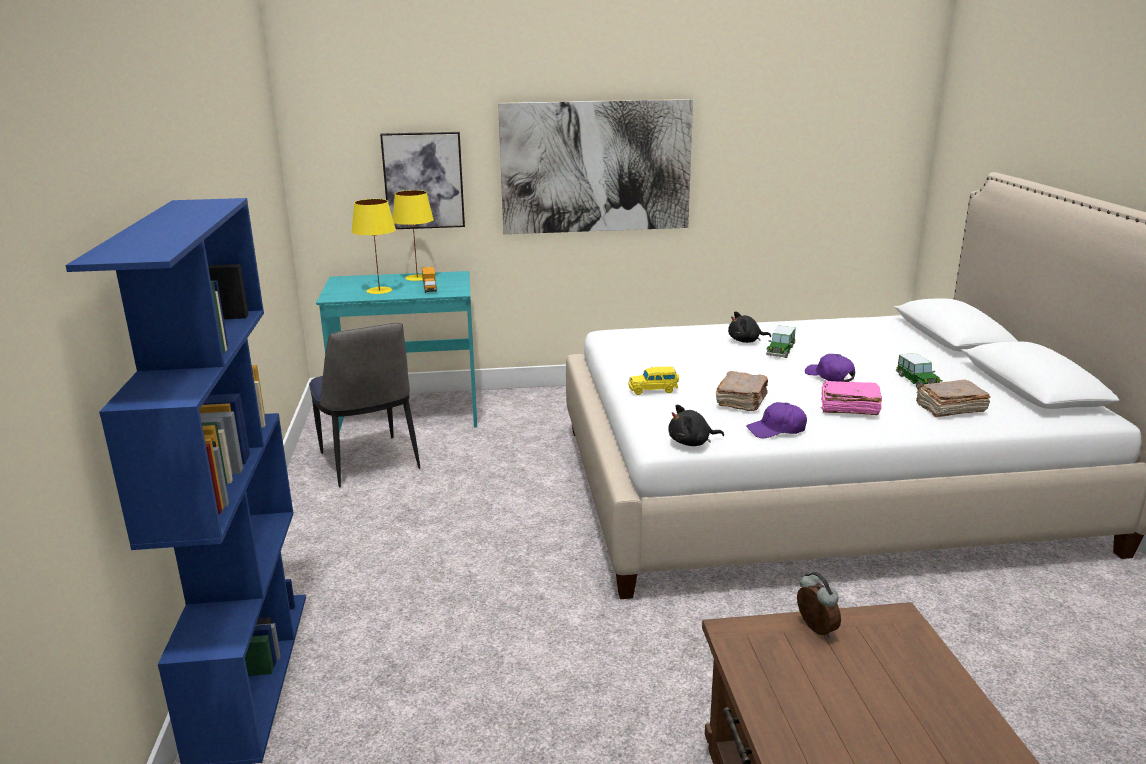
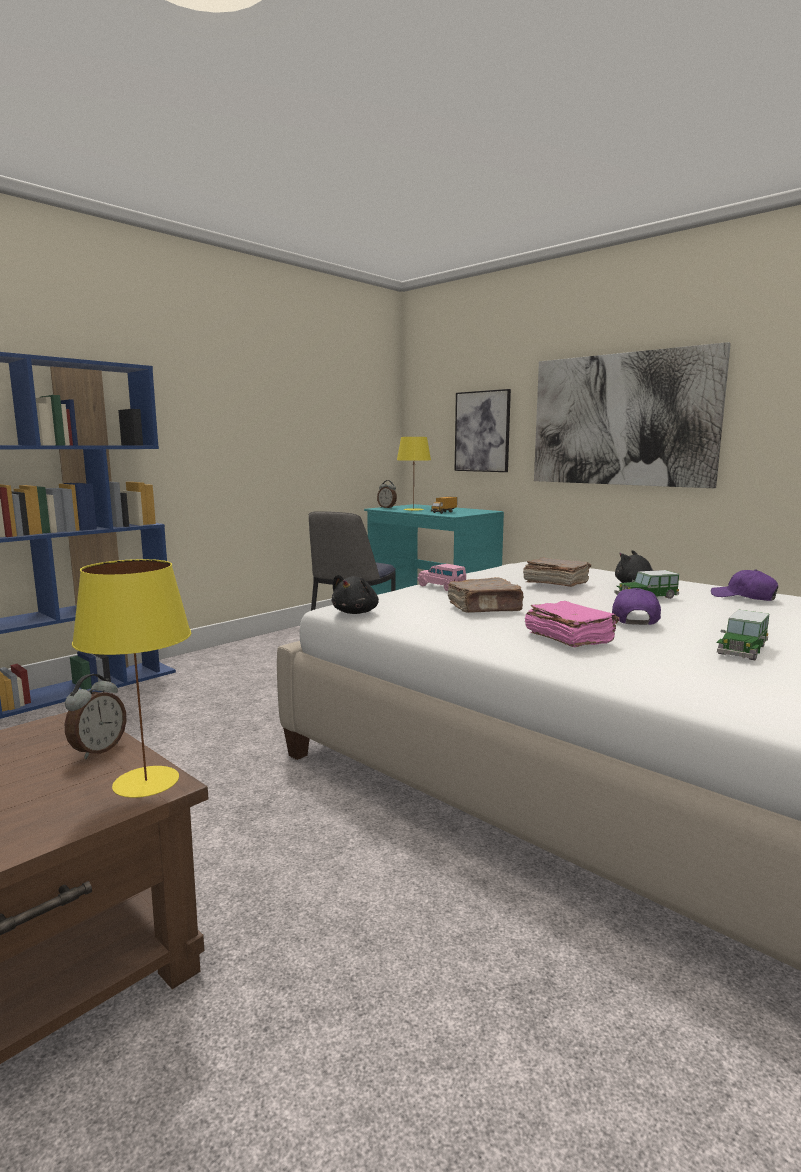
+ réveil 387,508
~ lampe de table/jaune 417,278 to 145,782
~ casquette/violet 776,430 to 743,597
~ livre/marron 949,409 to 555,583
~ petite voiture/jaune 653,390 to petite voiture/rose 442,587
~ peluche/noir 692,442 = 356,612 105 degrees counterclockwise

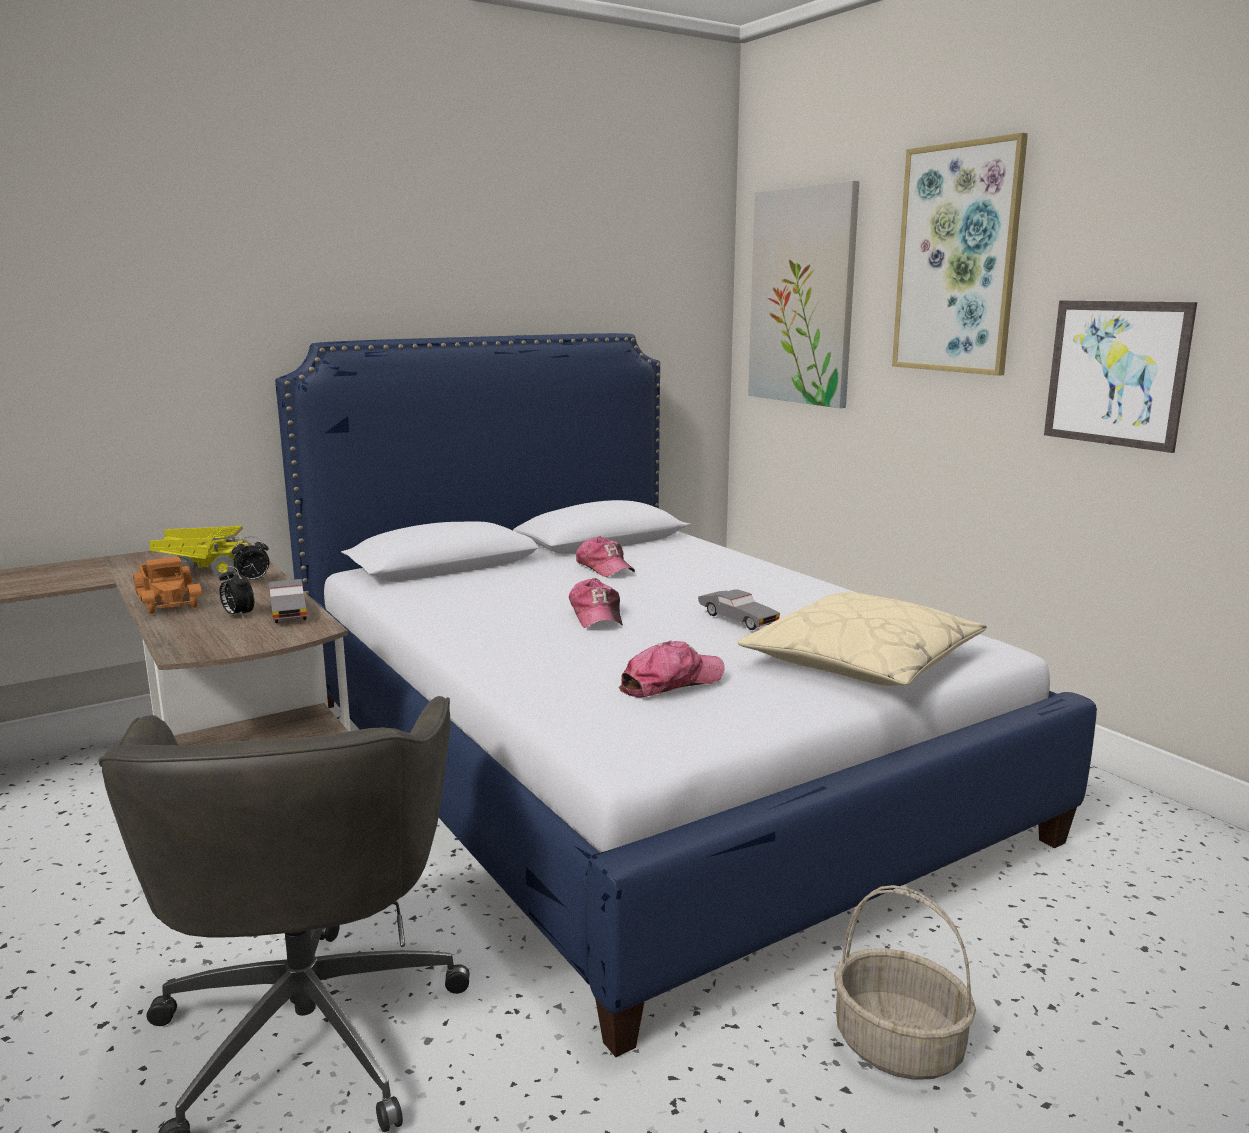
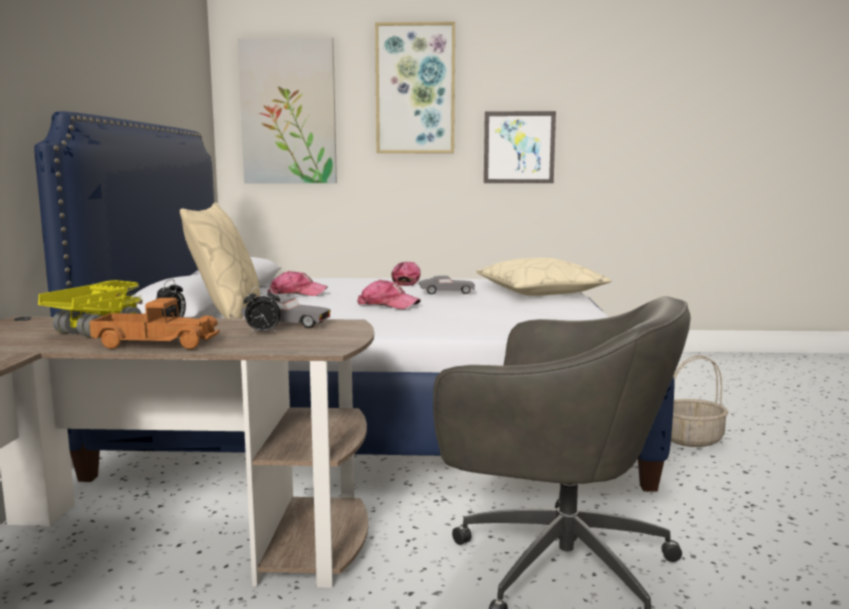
+ coussin/beige 227,316
~ casquette 671,682 to 406,281

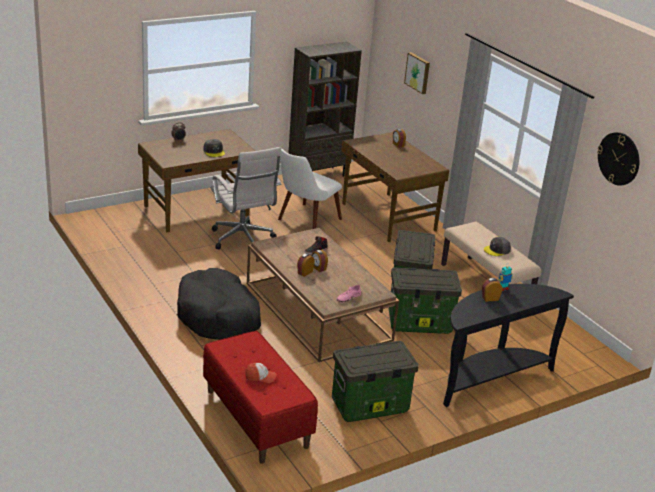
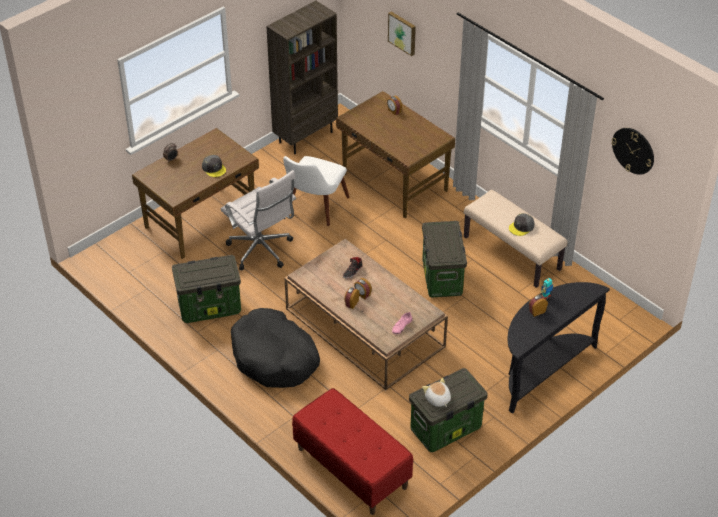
- casquette 260,377
+ peluche 437,399
~ boîte de rangement 420,323 to 210,307

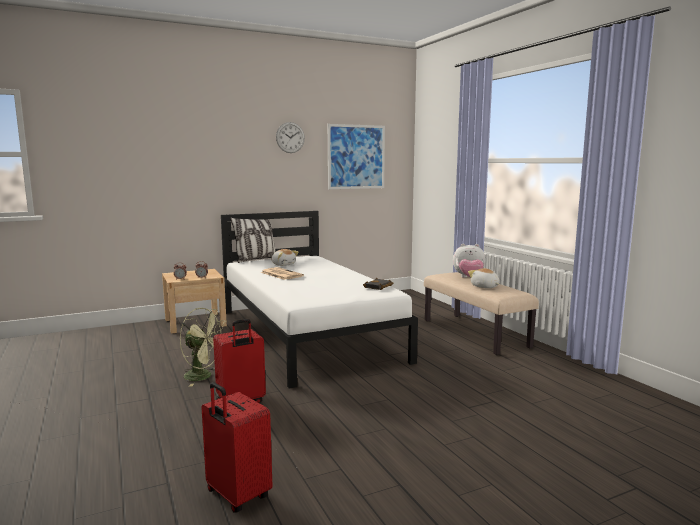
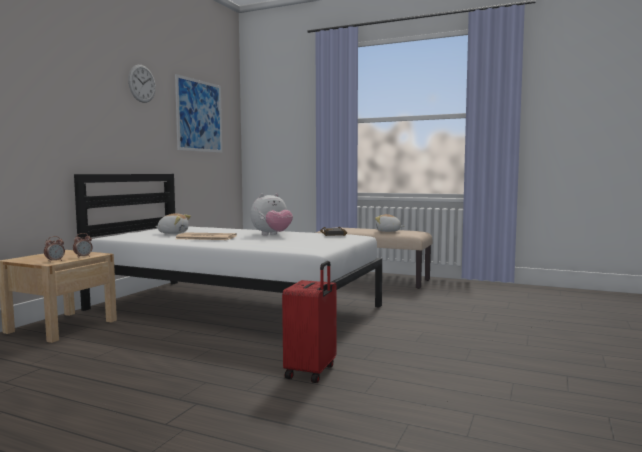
- ventilateur/vert 203,377
- valise/rouge 237,495
- coussin 255,259
~ peluche 468,278 to 272,235

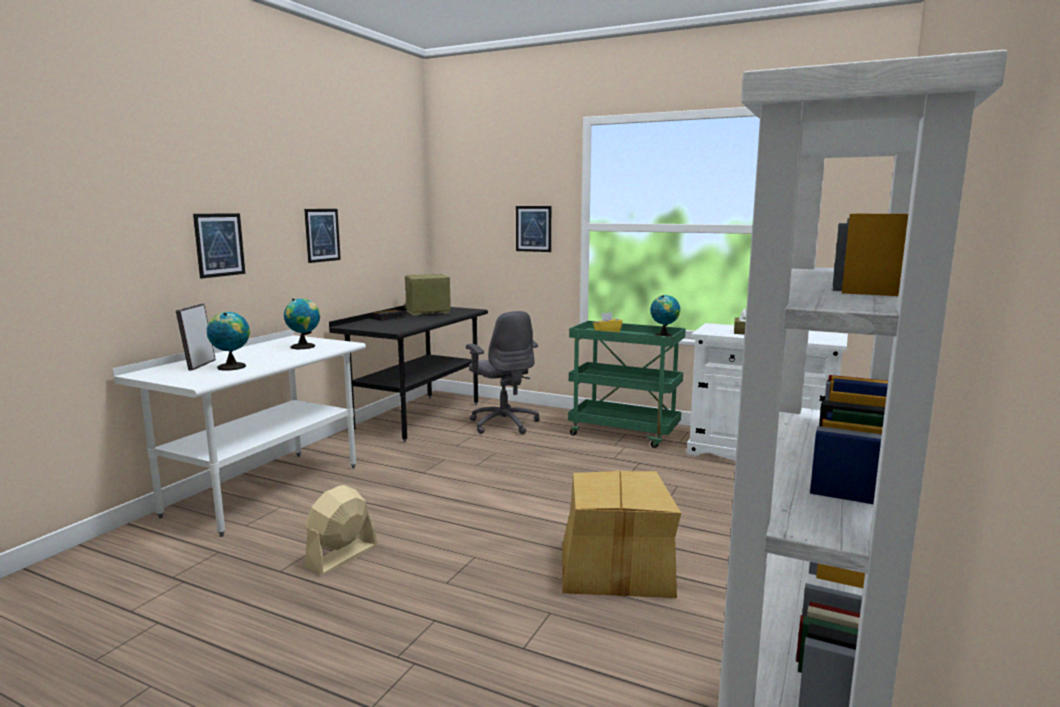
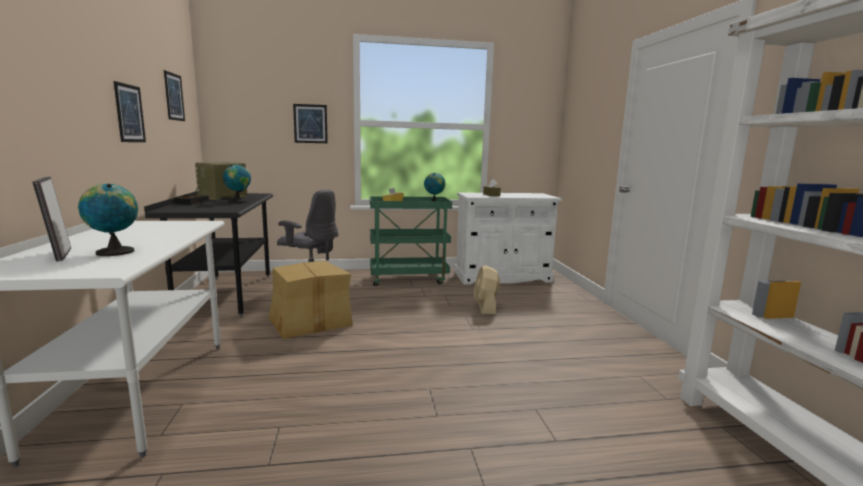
~ tableau 219,245 to 174,97
~ globe 305,346 to 239,201
~ ventilateur/beige 341,556 to 485,307
~ carton 615,568 to 309,321

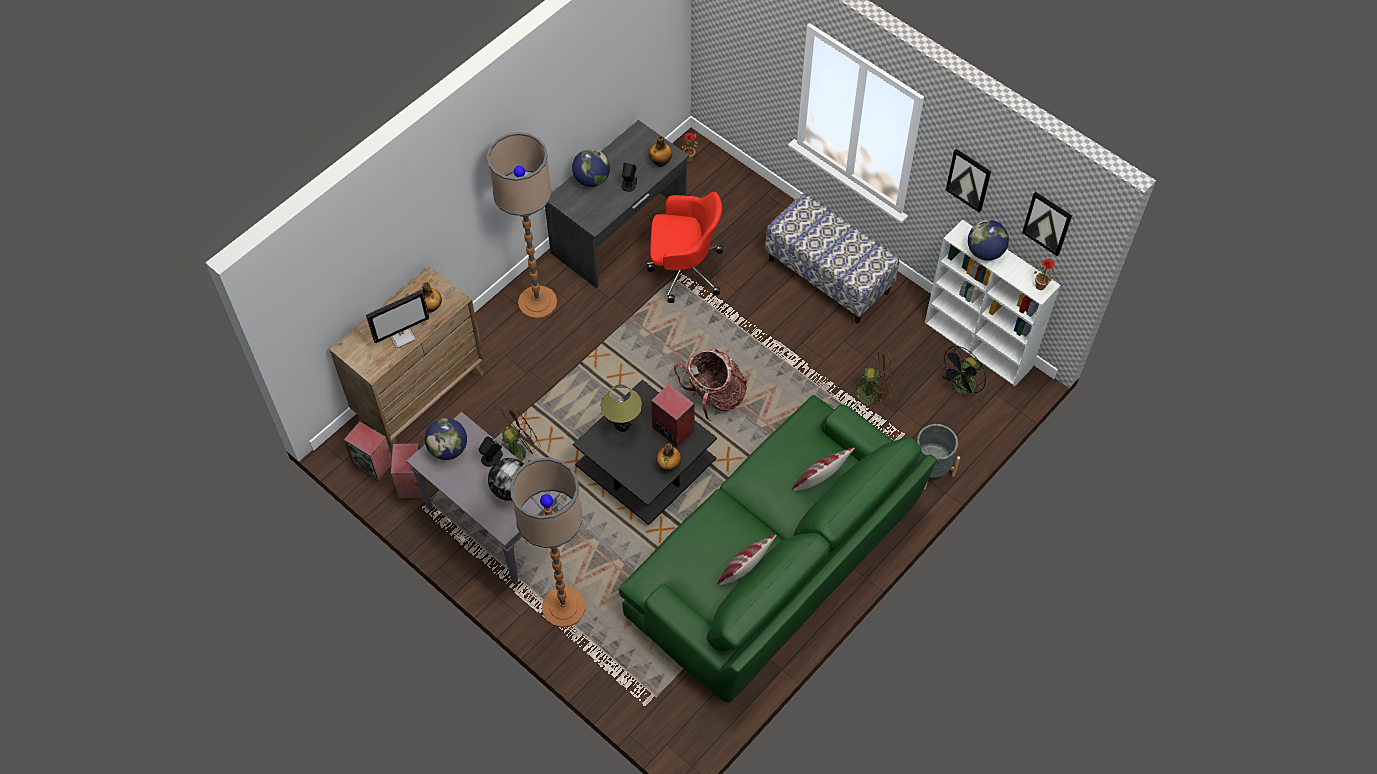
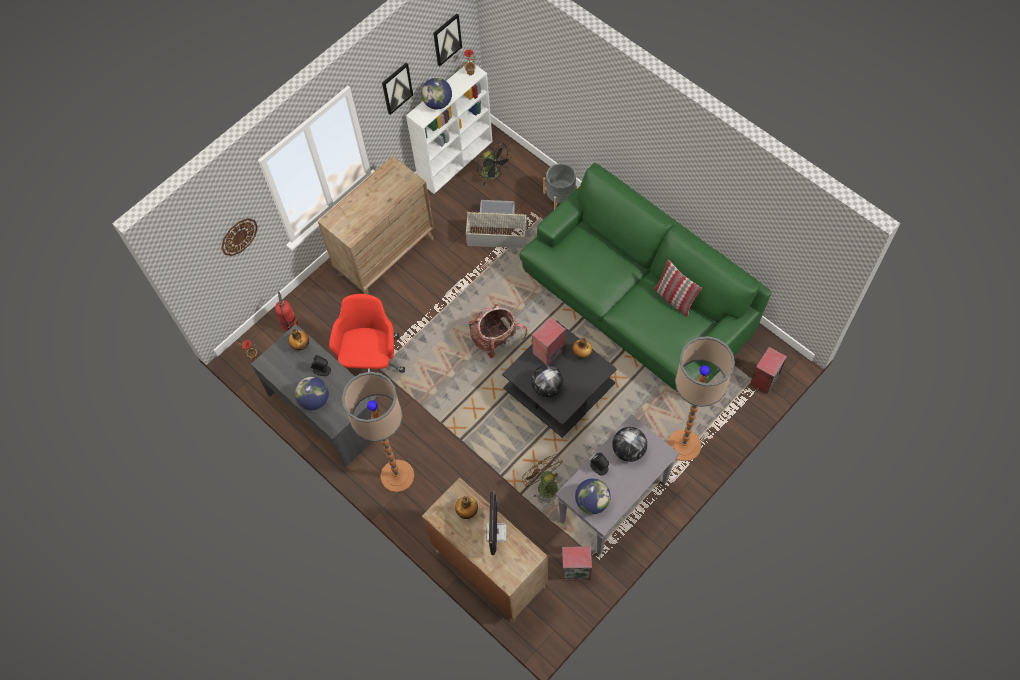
- coussin 820,480
+ horloge murale 238,236
+ extincteur 290,324
~ enceinte 374,463 to 764,378
~ lampe de table 622,427 to globe 547,387
~ banc 829,276 to commode/marron 386,256
~ ventilateur/marron 873,393 to boîte de rangement/gris 496,230
~ écran d'ordinateur 402,336 = 496,533 150 degrees counterclockwise

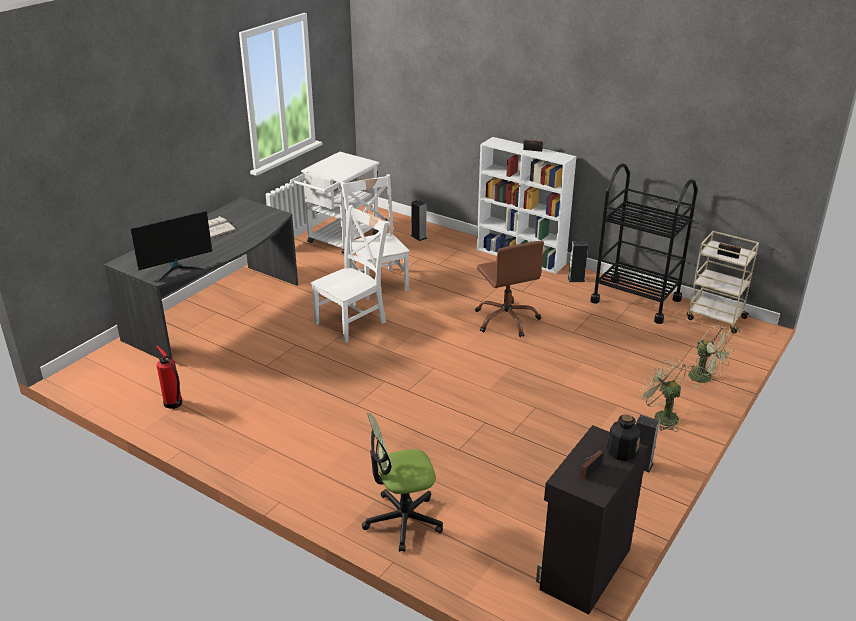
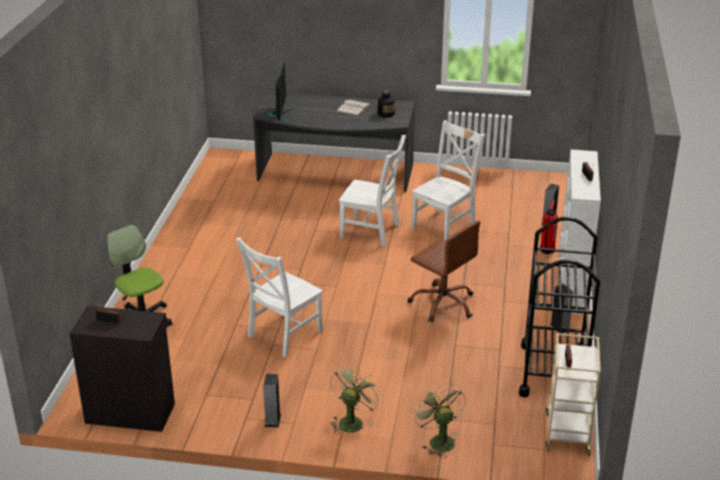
- chariot/blanc 339,240
+ chaise/blanc 283,335
~ extincteur 173,404 to 546,250
~ bouteille 621,451 to 386,113
~ écran d'ordinateur 177,269 = 281,115 120 degrees counterclockwise
~ chaise de bureau/marron 506,320 = 443,304 90 degrees counterclockwise
~ ventilateur/vert 705,378 = 438,440 135 degrees clockwise

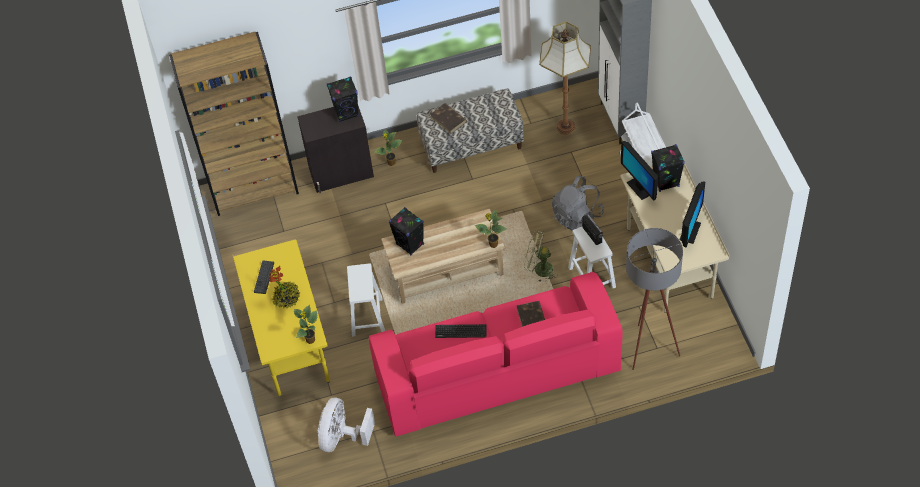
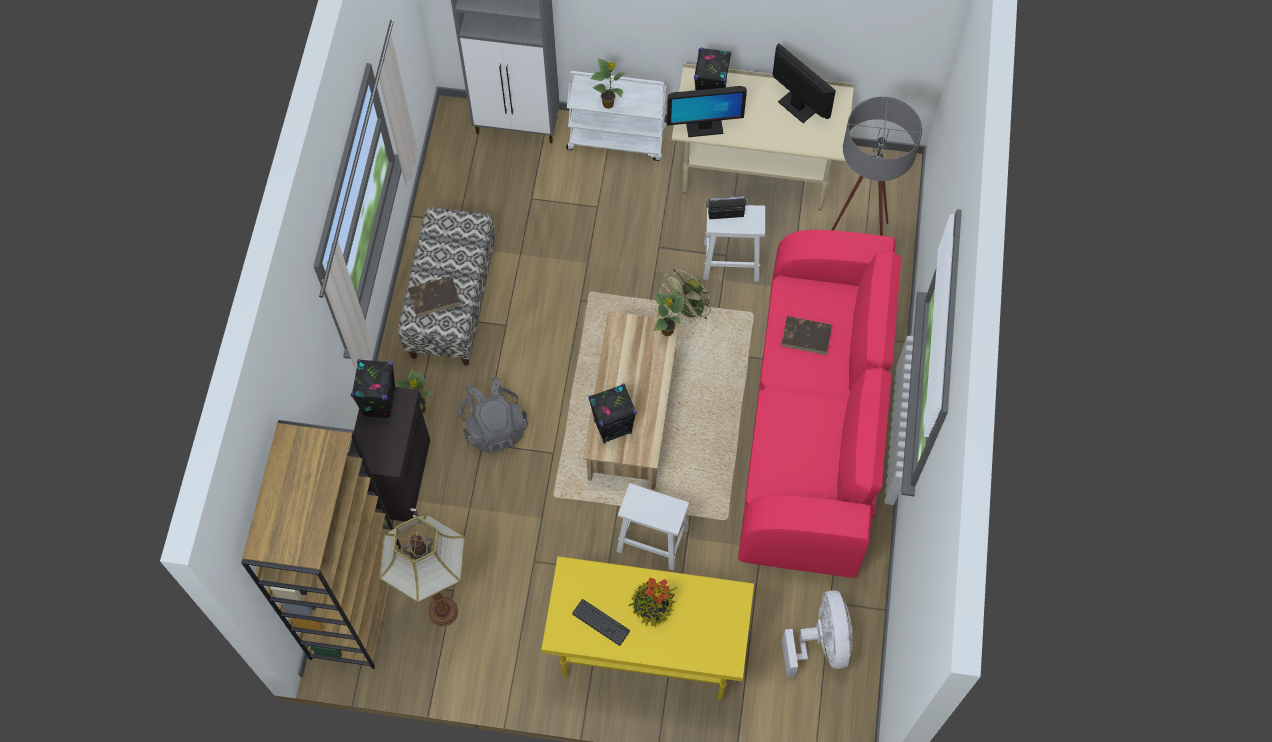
- clavier 460,331
~ plante en pot 310,340 to 609,104
~ lampadaire 566,126 to 442,610
~ sac à dos/gris 577,215 to 494,426
~ ventilateur/blanc 342,437 = 821,643 135 degrees counterclockwise

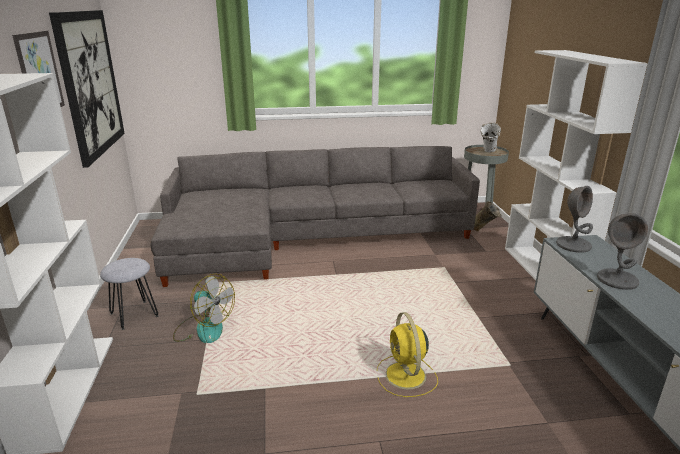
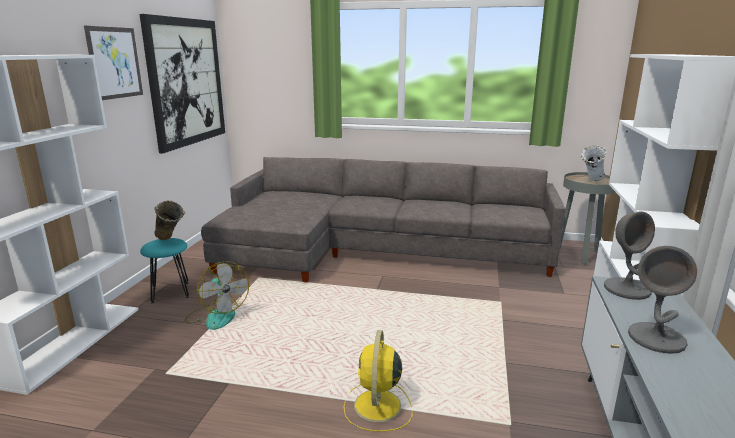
~ vase/beige 484,231 to 170,241
~ tabouret/gris 134,314 to tabouret/turquoise 170,292

